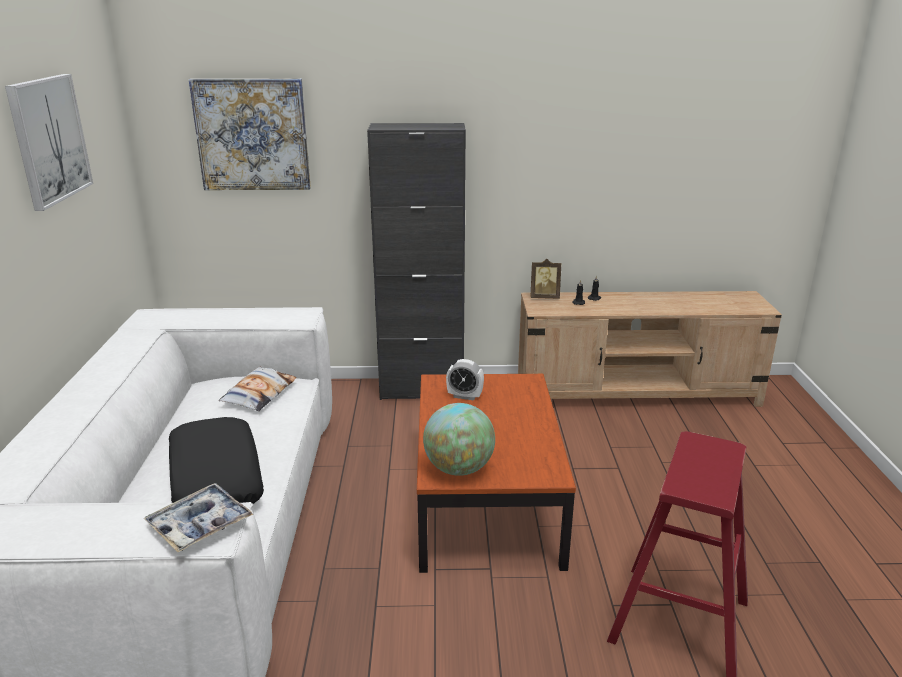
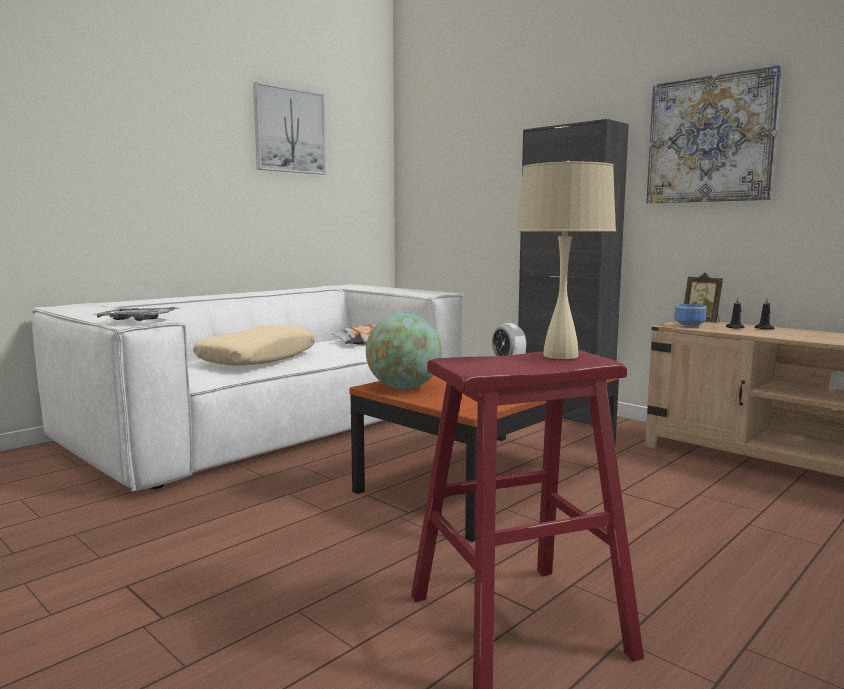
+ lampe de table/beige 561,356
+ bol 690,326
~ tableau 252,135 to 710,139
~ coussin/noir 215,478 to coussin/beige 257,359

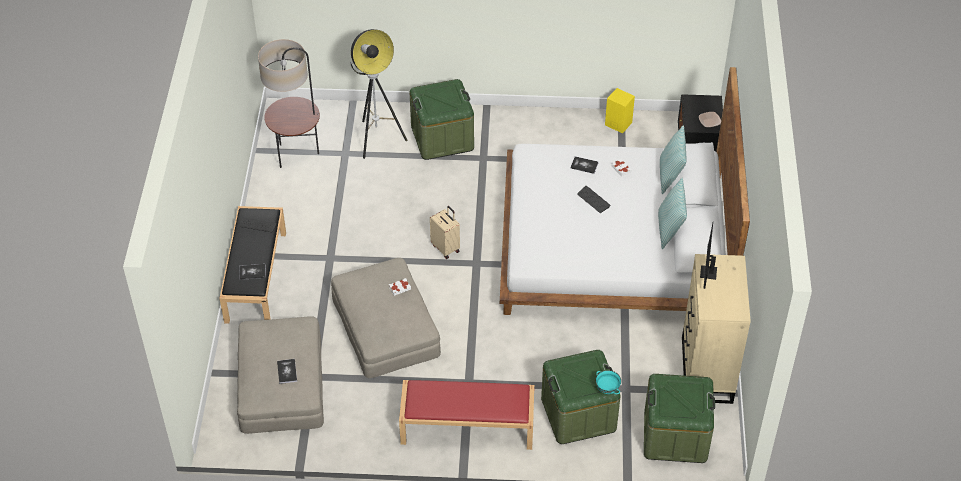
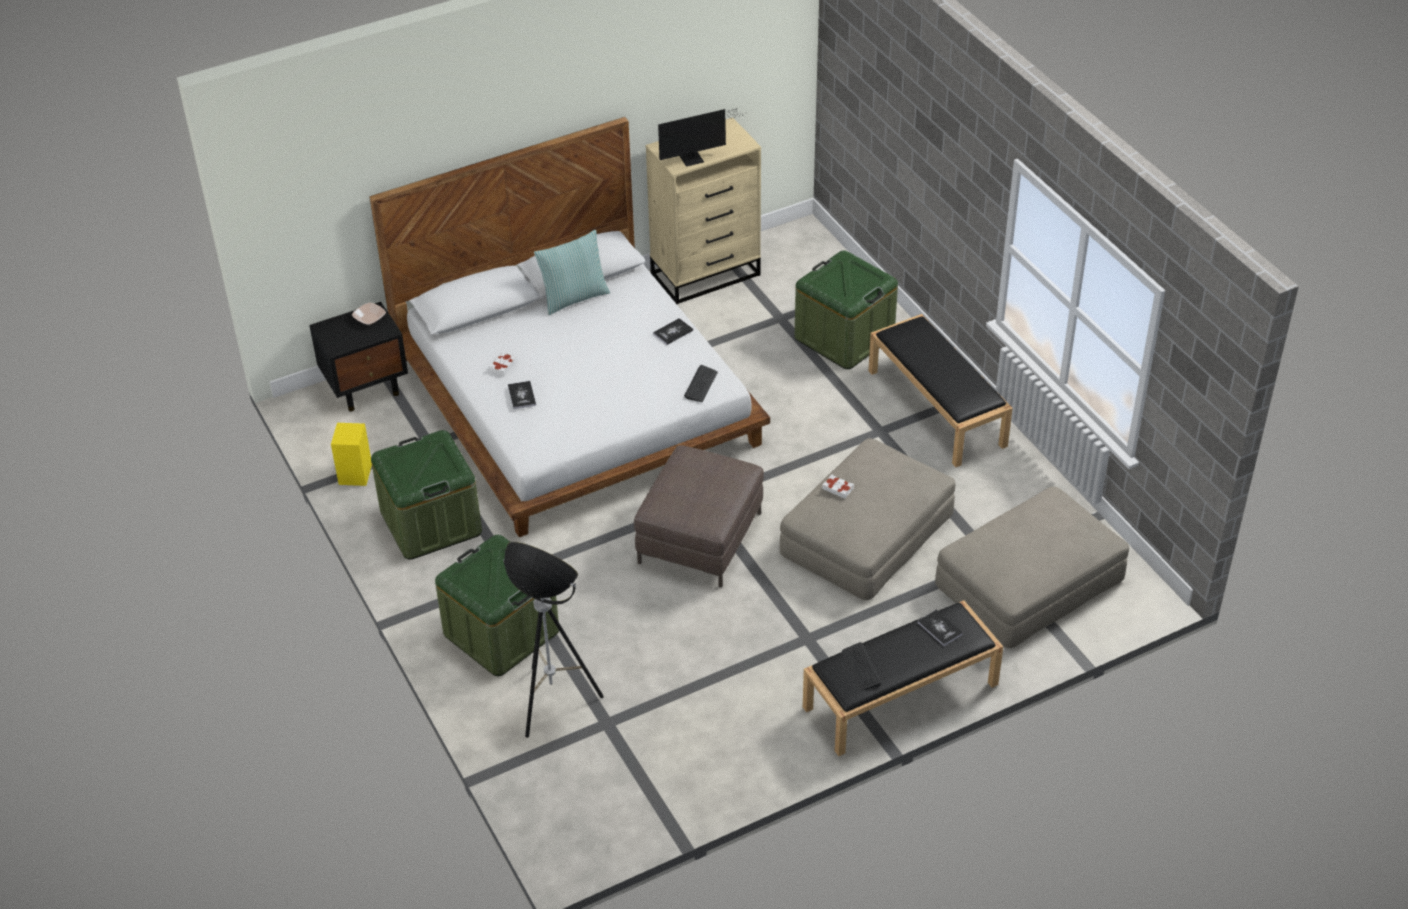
- lampadaire 297,155
- bol/turquoise 607,390
- coussin 670,176
~ livre 287,371 to 673,332
~ clavier 593,200 to 701,385
~ boîte de rangement/vert 675,435 to 431,522
~ valise/beige 446,248 to pouf/marron 700,537
~ banc/rouge 466,427 to banc/noir 937,408

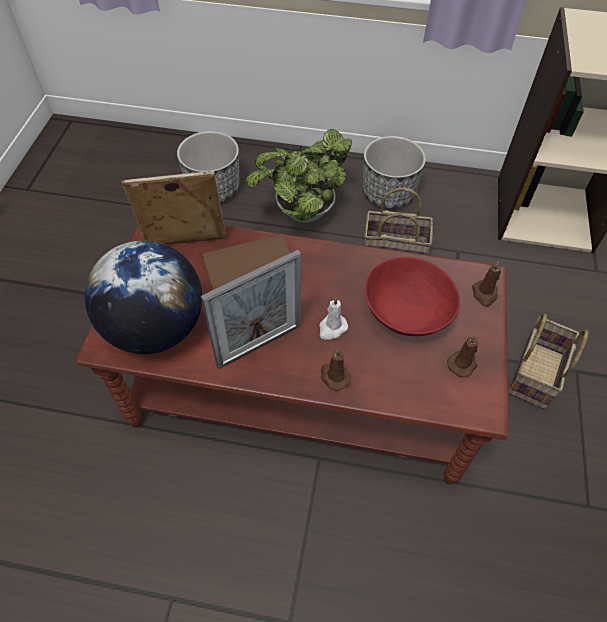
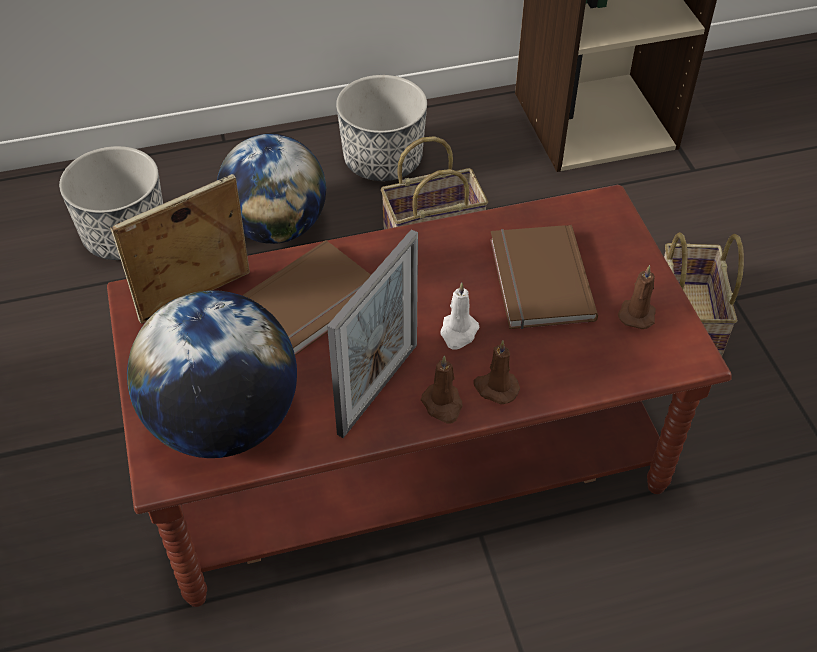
~ bougie/marron 484,294 to 443,405
~ plante en pot 301,214 to globe 276,227
~ bol/rouge 405,313 to livre/marron 537,280

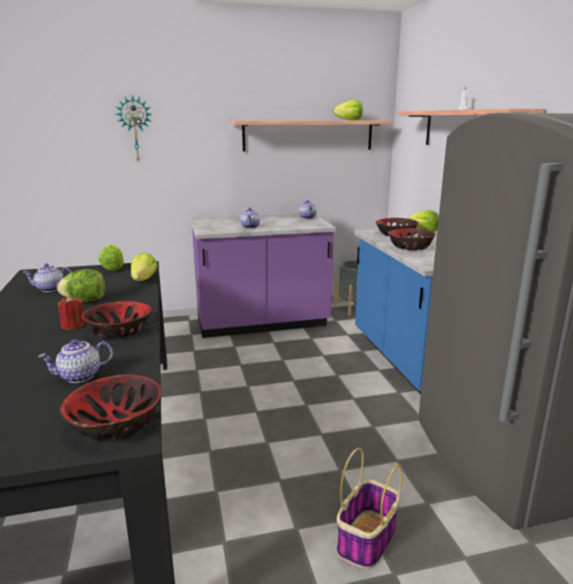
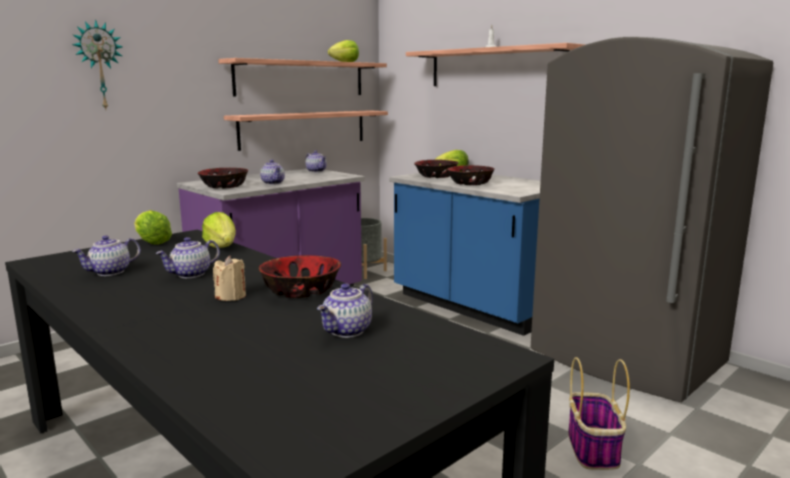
+ étagère 304,129
~ bol 115,424 to 224,186
~ laitue 85,301 to théière 191,274
~ bougie/rouge 73,326 to bougie/beige 231,296

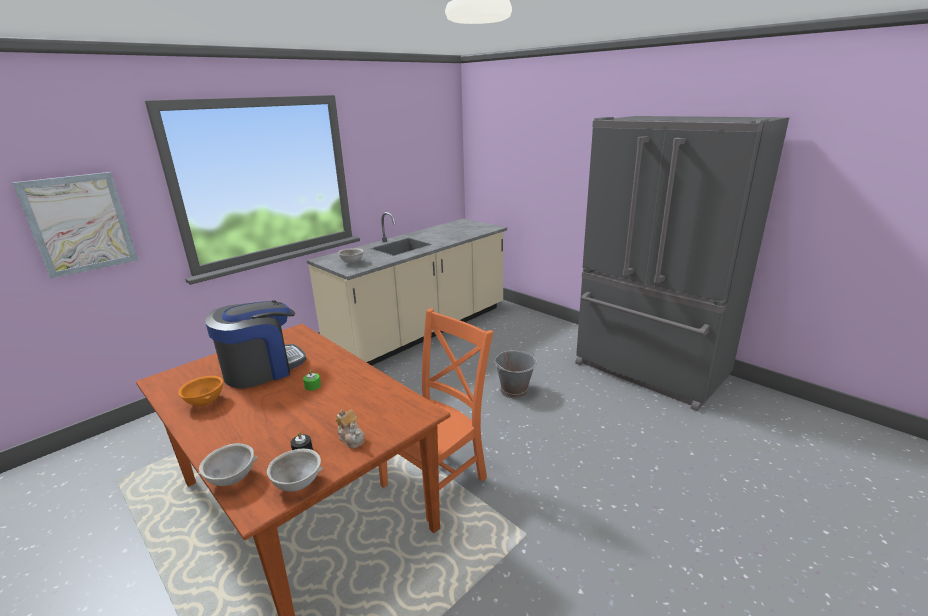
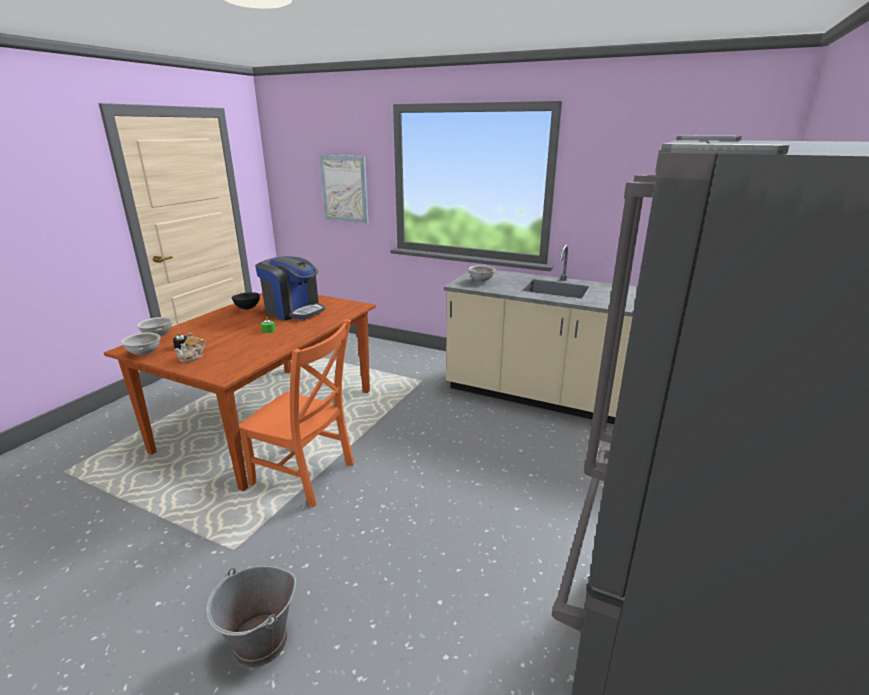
~ seau/gris 514,390 to 260,643
~ bol/orange 205,402 to bol/noir 247,308

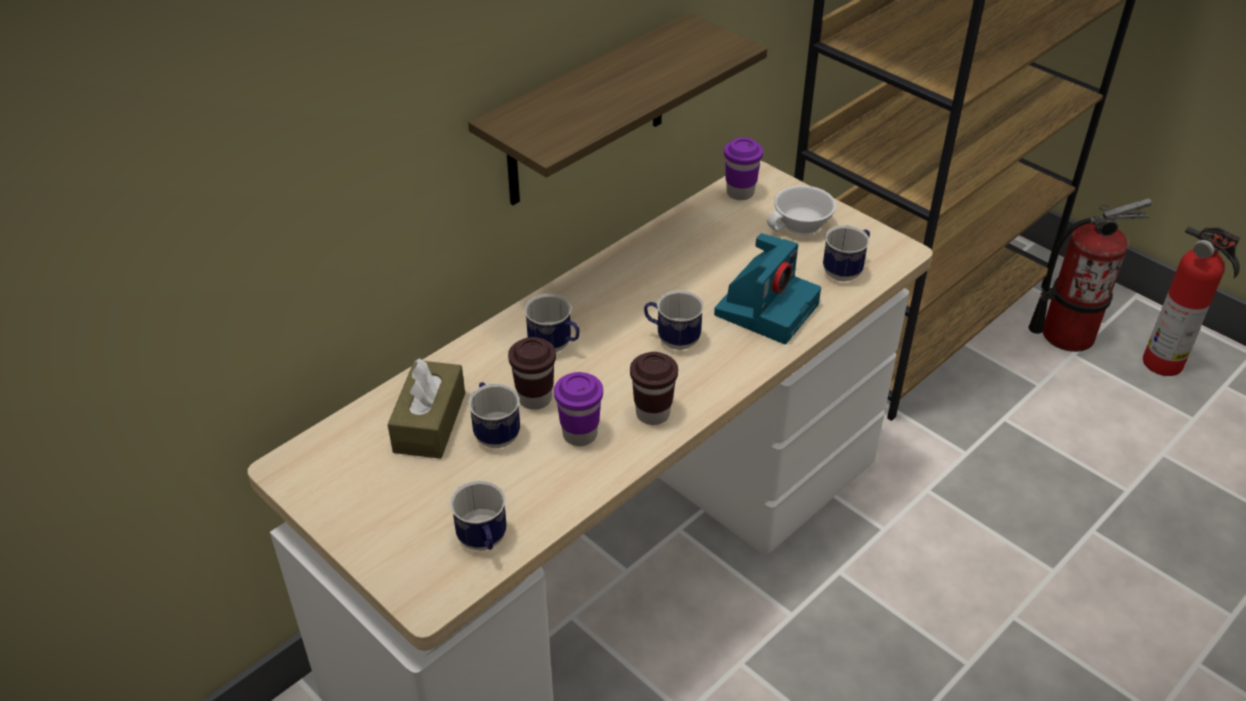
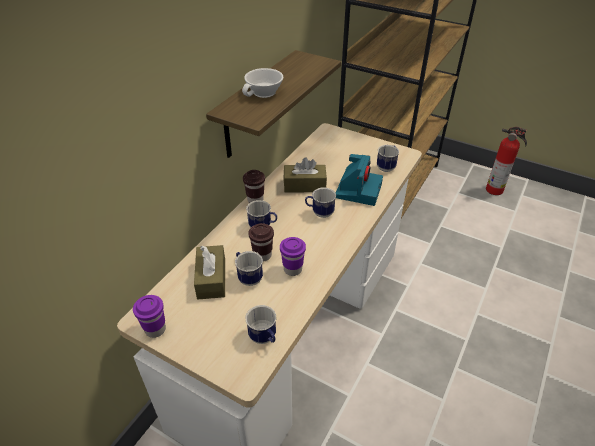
- extincteur 1067,334
+ boîte à mouchoirs/marron 304,185
~ tasse/marron 653,413 to 255,200
~ tasse/violet 740,193 to 155,329
~ tasse/blanc 802,226 to 264,93

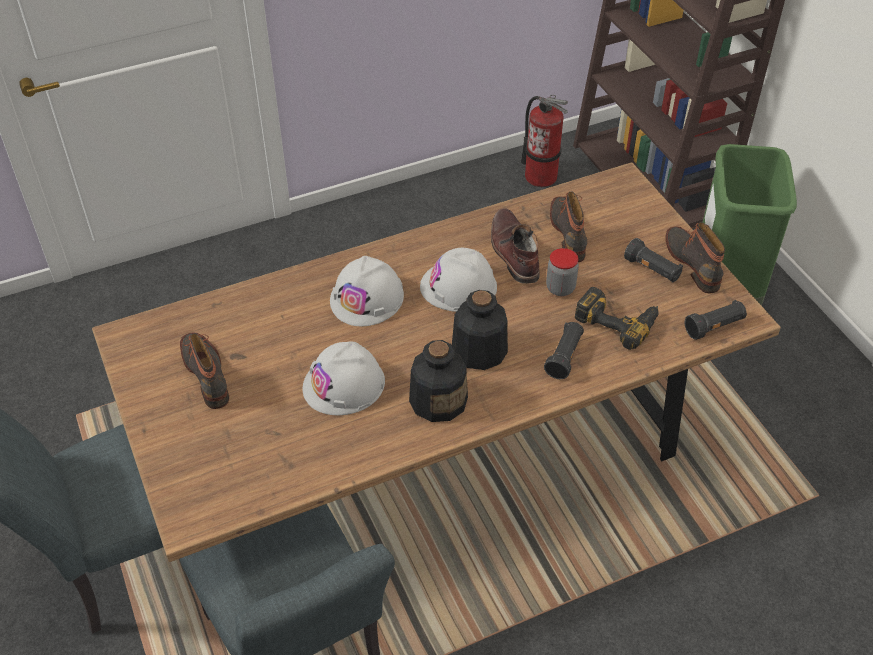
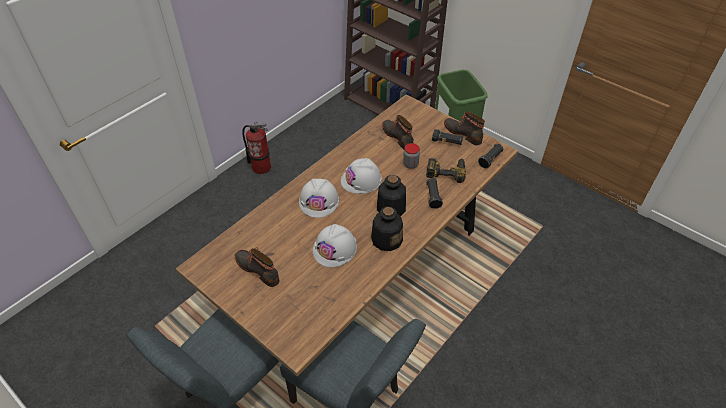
- botte/marron 513,252
~ extincteur 540,176 to 261,167

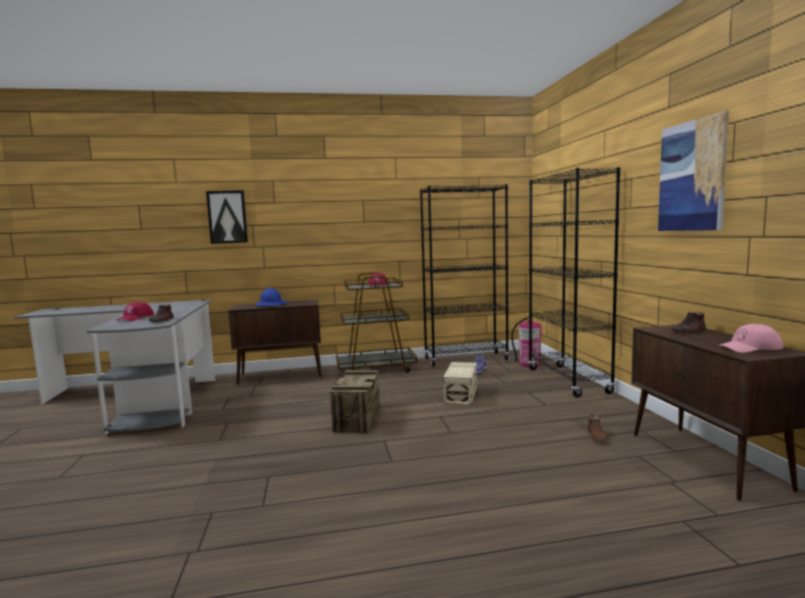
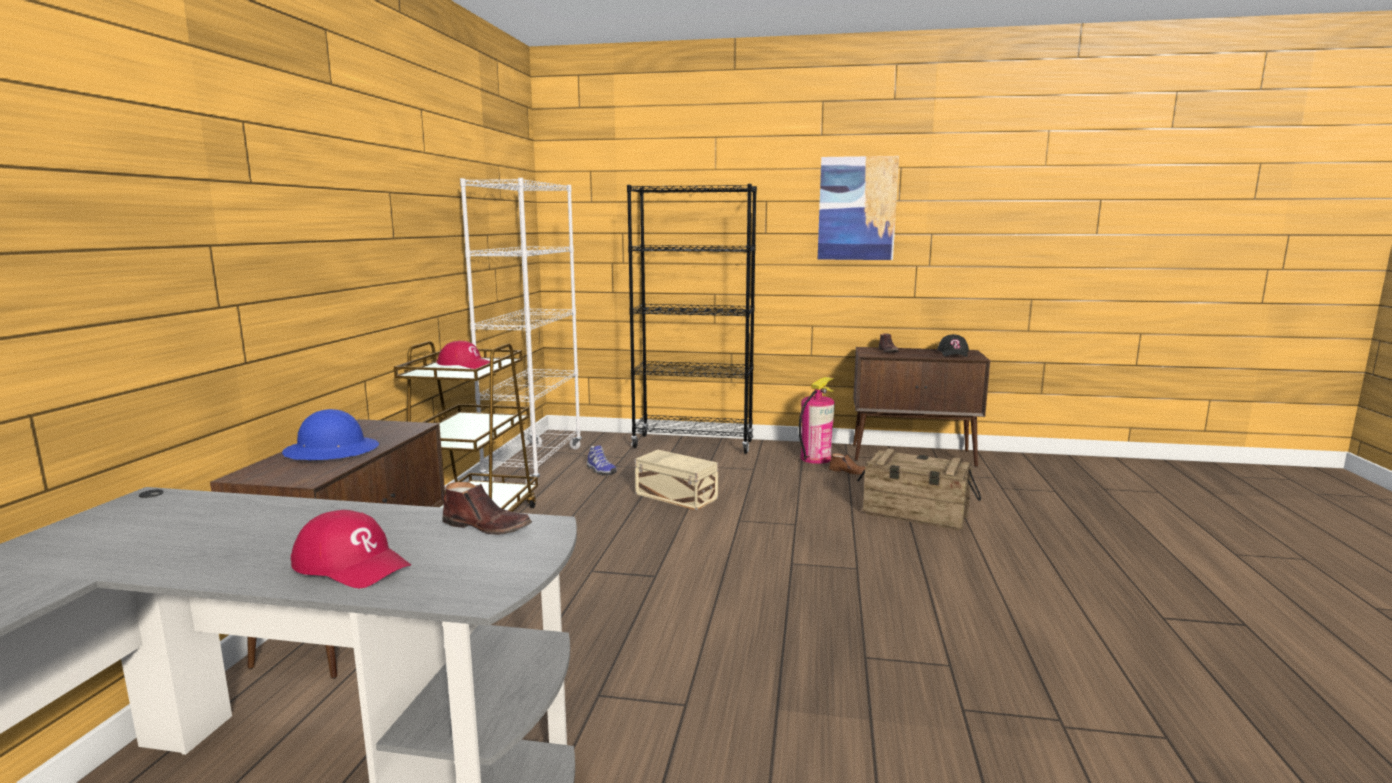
- tableau 227,217
~ caisse 357,418 to 915,514
~ extincteur 529,364 to 815,458
~ bibliothèque/noir 466,359 to bibliothèque/blanc 534,465
~ casquette/rose 750,348 to casquette/noir 953,353

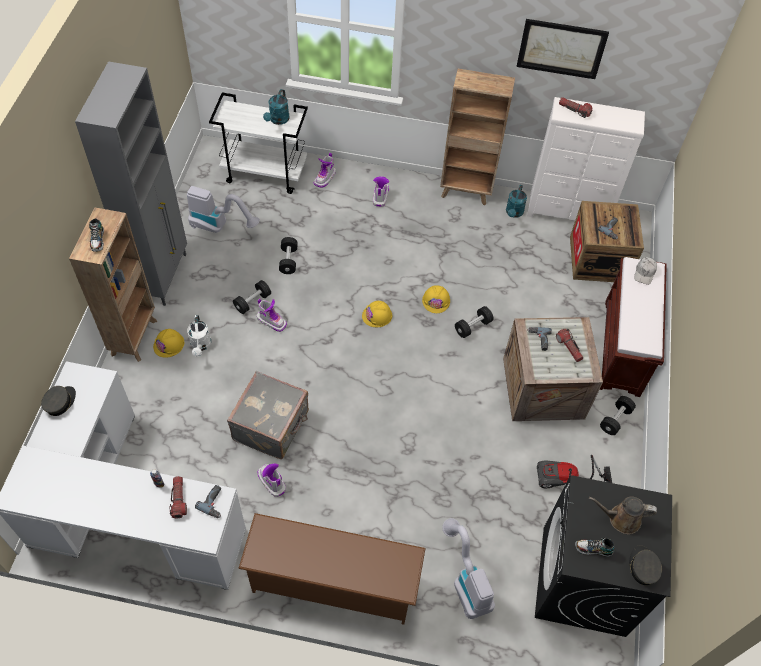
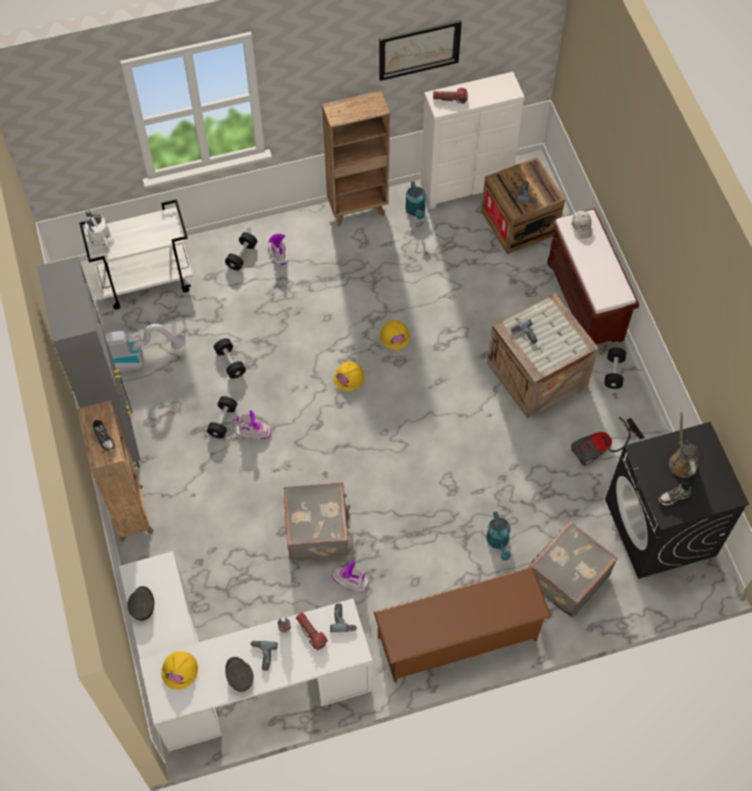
- botte 325,178
- lampe de poche 569,348
+ perceuse 262,656
~ casque de chantier/jaune 169,344 to 180,670
~ arrosoir/blanc 201,345 to 102,240
~ arrosoir/turquoise 278,120 to 498,542
~ haltère/noir 473,326 to 241,256
~ casquette/gris 642,567 to 239,676
~ aspirateur 466,580 to valise/gris 566,577
~ arrosoir/marron 621,518 = 682,461 105 degrees clockwise

